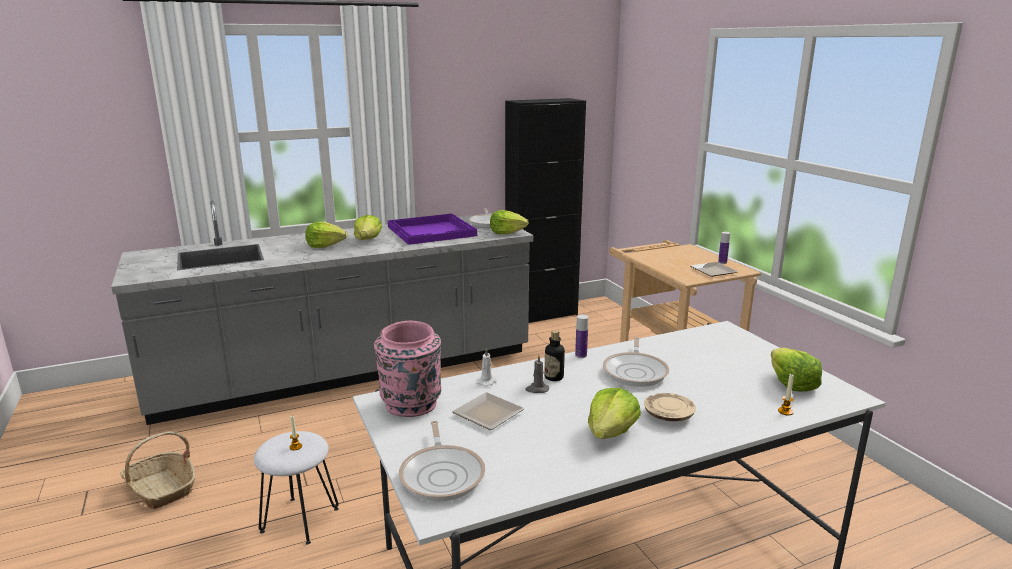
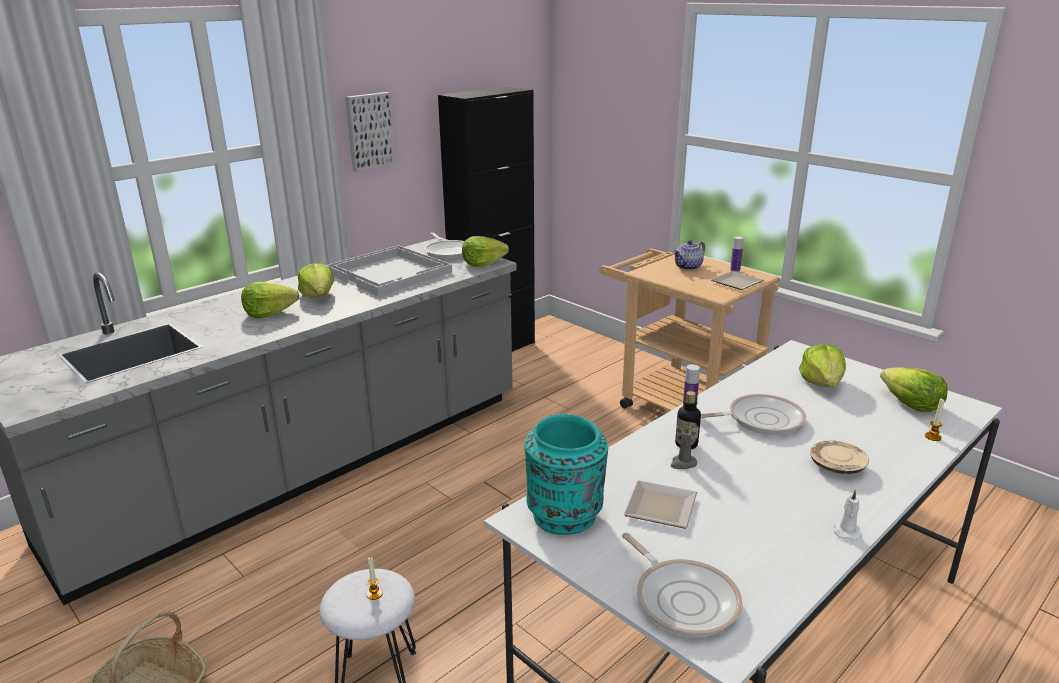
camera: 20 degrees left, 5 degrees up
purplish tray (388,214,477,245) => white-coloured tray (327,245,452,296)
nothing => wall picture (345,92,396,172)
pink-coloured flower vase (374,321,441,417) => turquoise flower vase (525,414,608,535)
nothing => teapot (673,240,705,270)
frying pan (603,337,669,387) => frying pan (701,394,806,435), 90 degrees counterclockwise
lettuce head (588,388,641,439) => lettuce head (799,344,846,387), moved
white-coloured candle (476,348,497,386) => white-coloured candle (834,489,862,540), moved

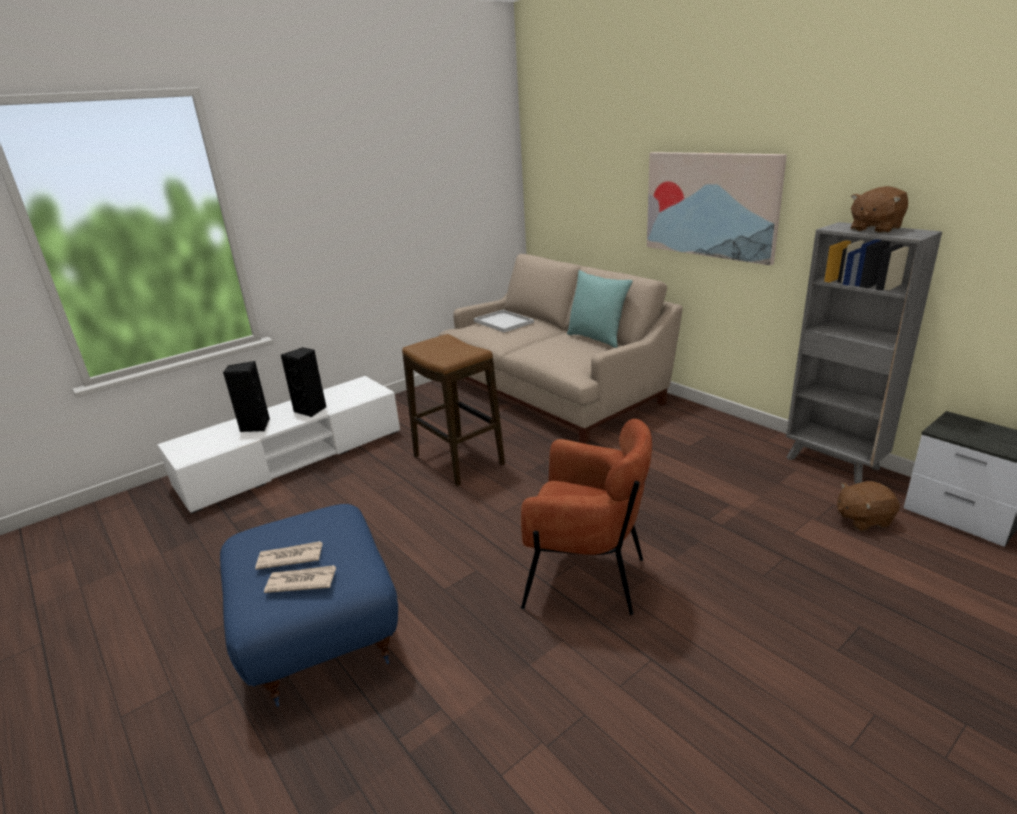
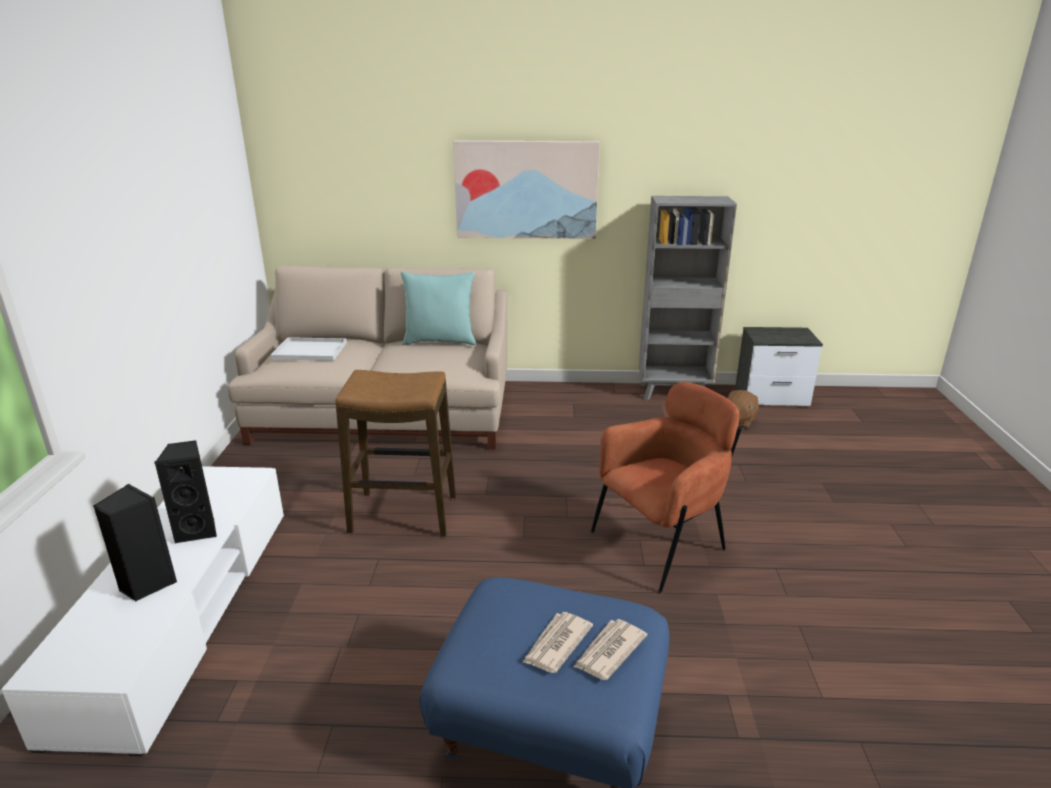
camera: 50 degrees left, 0 degrees up
brown-coloured plush toy (851,186,908,234) => nothing

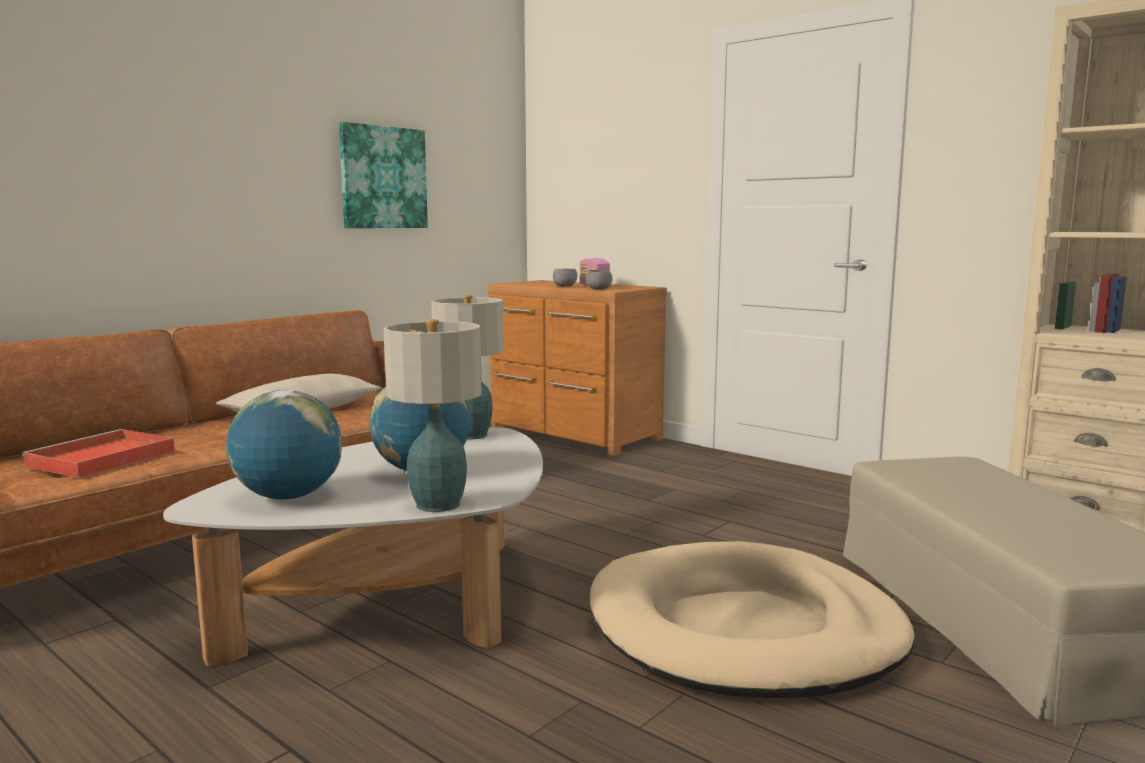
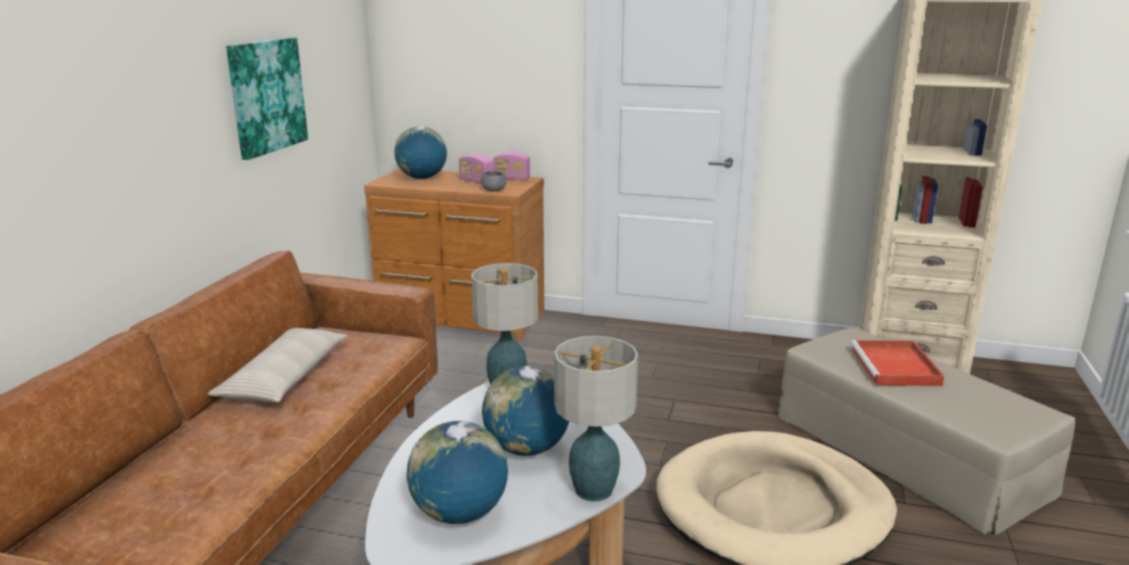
camera: 25 degrees left, 10 degrees up
nothing => world globe (394,126,447,179)
nothing => radio (493,152,530,181)
red-coloured tray (22,429,175,478) => red-coloured tray (850,340,945,386), moved
gray bowl (553,269,577,287) => nothing

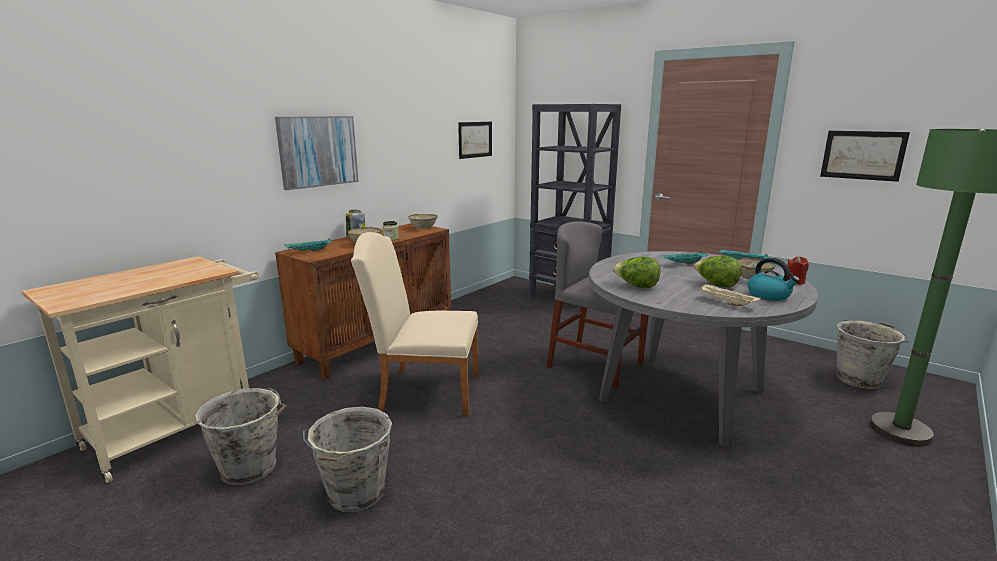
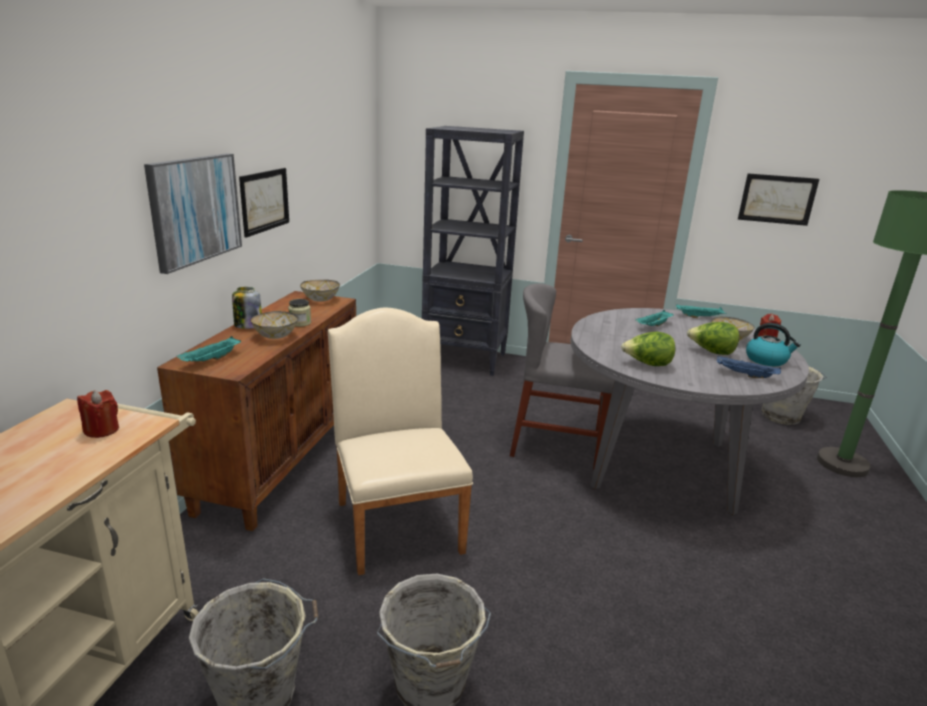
camera: 25 degrees left, 5 degrees up
nothing => red-coloured candle (77,390,119,438)
wall picture (458,122,492,159) => wall picture (239,168,289,238), moved
sand-coloured plain chair (351,232,479,416) => sand-coloured plain chair (328,308,473,575), 90 degrees clockwise
sand-coloured tray (699,284,761,306) => bluish tray (717,355,781,378)

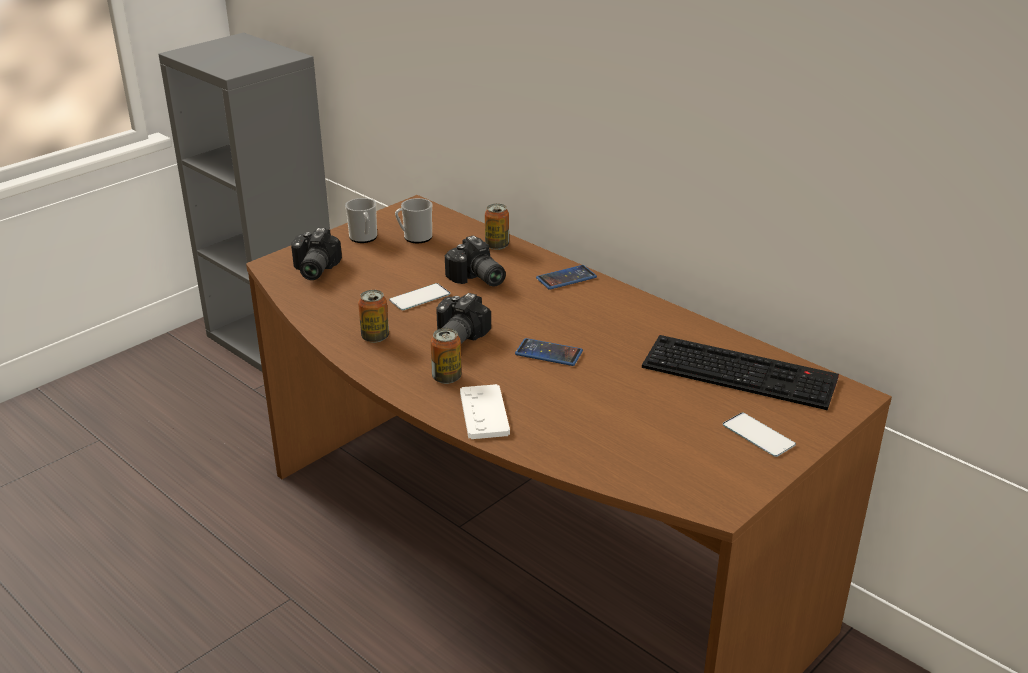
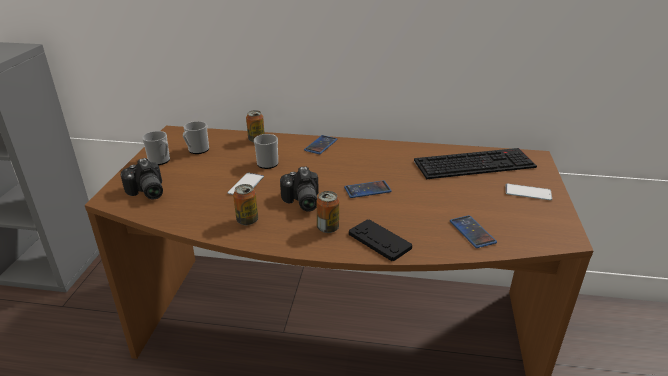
camera: 35 degrees left, 0 degrees up
still camera (445,236,506,286) => coffee mug (254,134,278,169)
white-coloured game controller (460,384,510,439) => black game controller (349,219,412,261)
nothing => telephone (450,215,497,248)

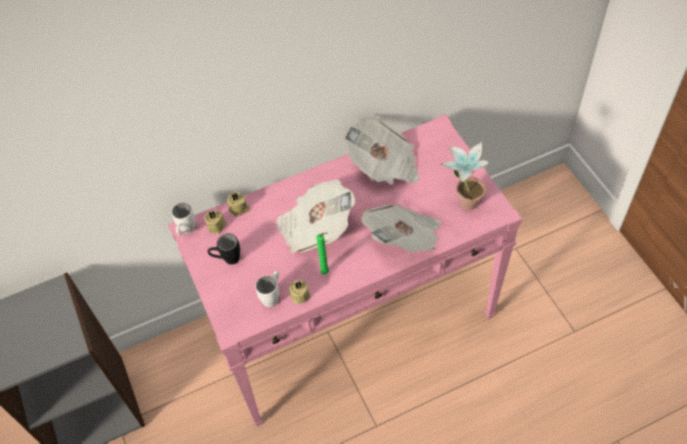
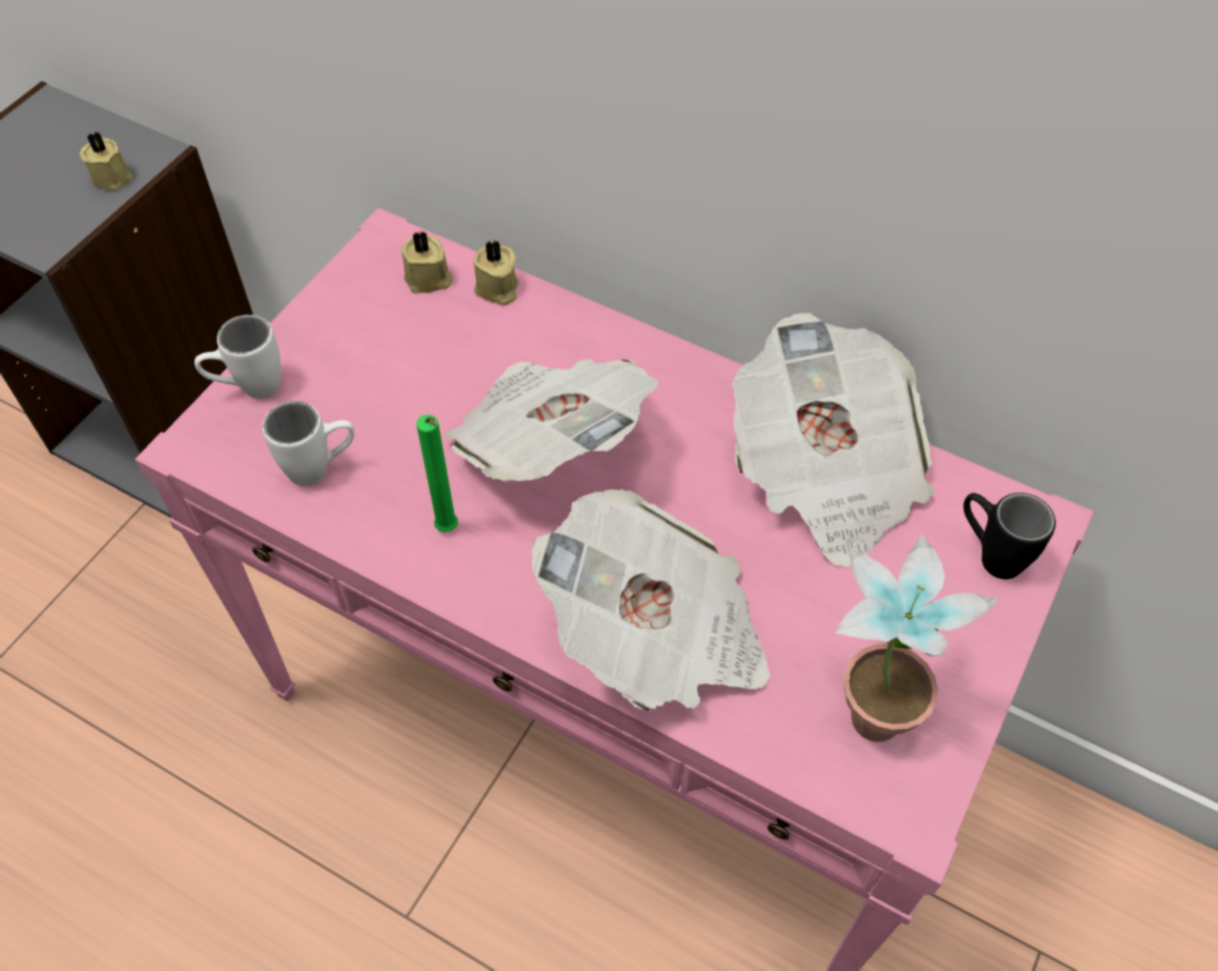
camera: 50 degrees right, 0 degrees up
sand-coloured candle (289,280,310,304) => sand-coloured candle (80,132,133,190), moved
white-coloured coffee mug (172,203,195,235) => white-coloured coffee mug (194,315,281,399), moved
black coffee mug (207,234,240,265) => black coffee mug (963,493,1056,579), moved

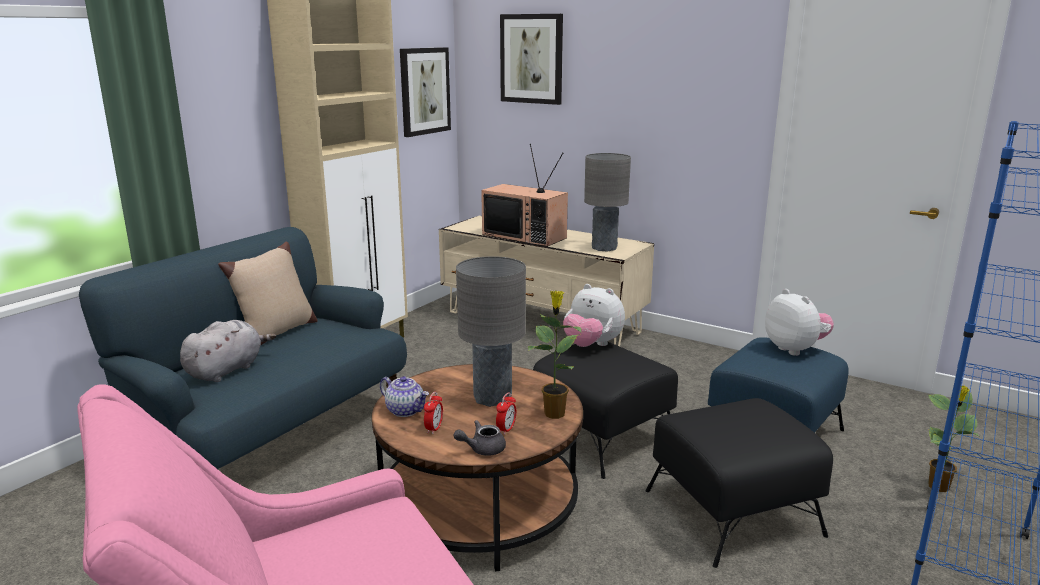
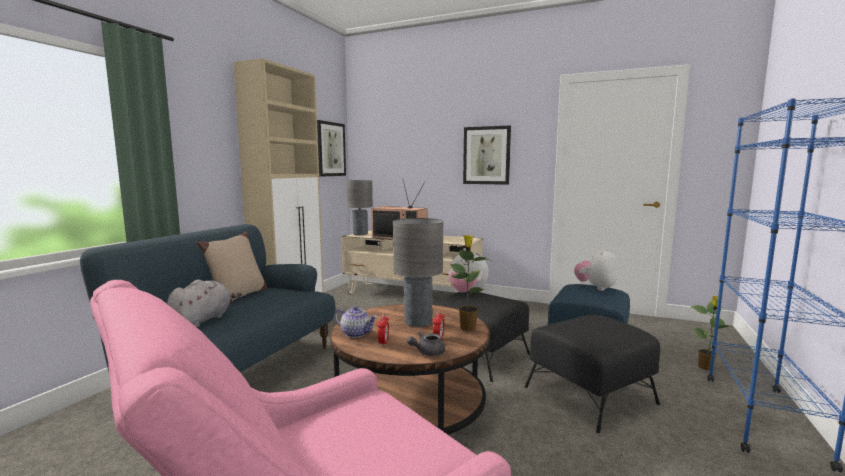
camera: 10 degrees left, 10 degrees down
gray table lamp (584,153,631,252) => gray table lamp (346,180,373,235), moved
wall picture (500,14,563,105) => wall picture (463,126,511,185), moved
plush toy (765,289,834,356) => plush toy (574,248,618,291), 105 degrees counterclockwise

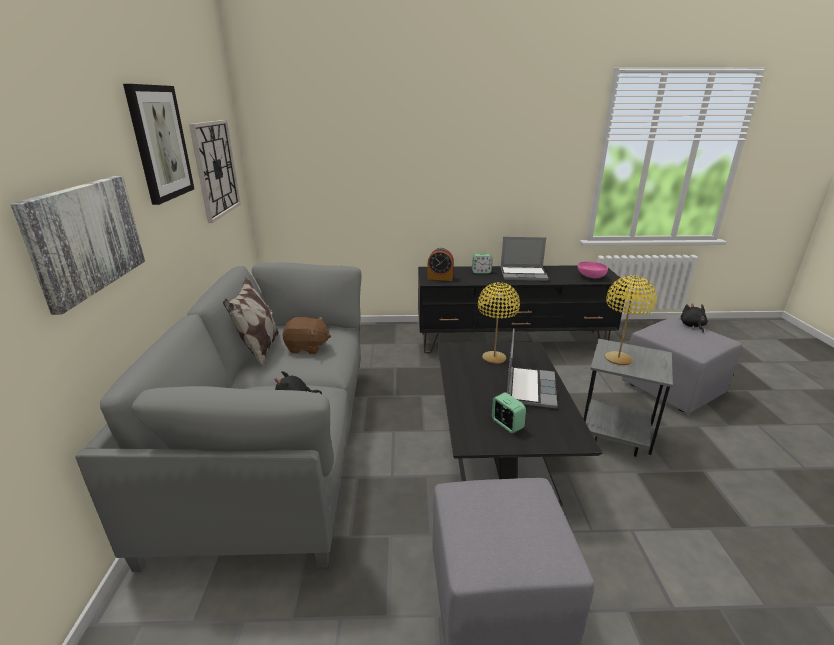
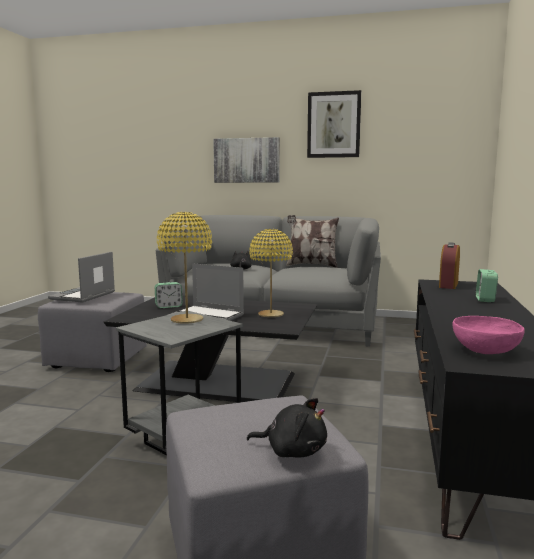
camera: 105 degrees right, 15 degrees down
notebook computer (501,237,549,281) => notebook computer (48,252,115,303), moved
hanging clock (189,120,241,223) => nothing
brown-coloured plush toy (282,317,331,354) => nothing

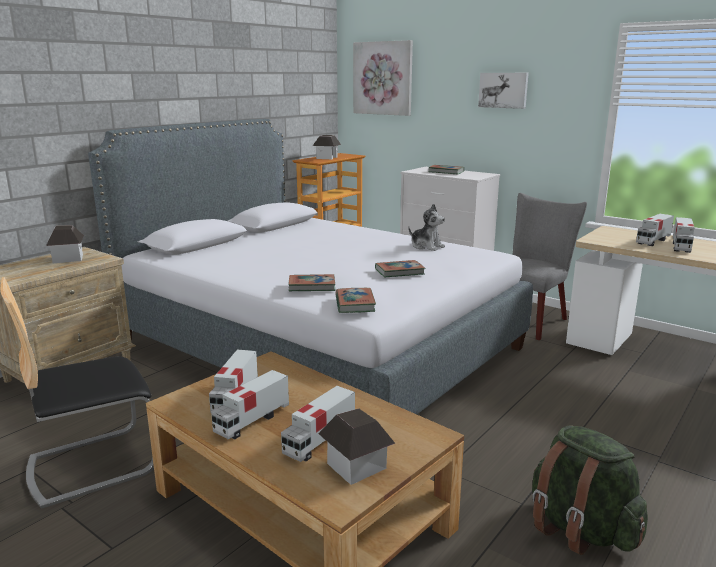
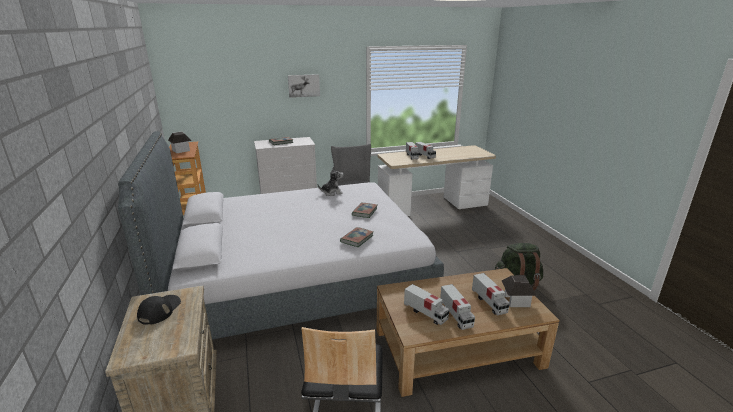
camera: 55 degrees left, 5 degrees up
toy house (46,225,84,263) => black cap (137,295,181,325)
book (335,288,376,313) => nothing
wall picture (353,40,413,116) => nothing

